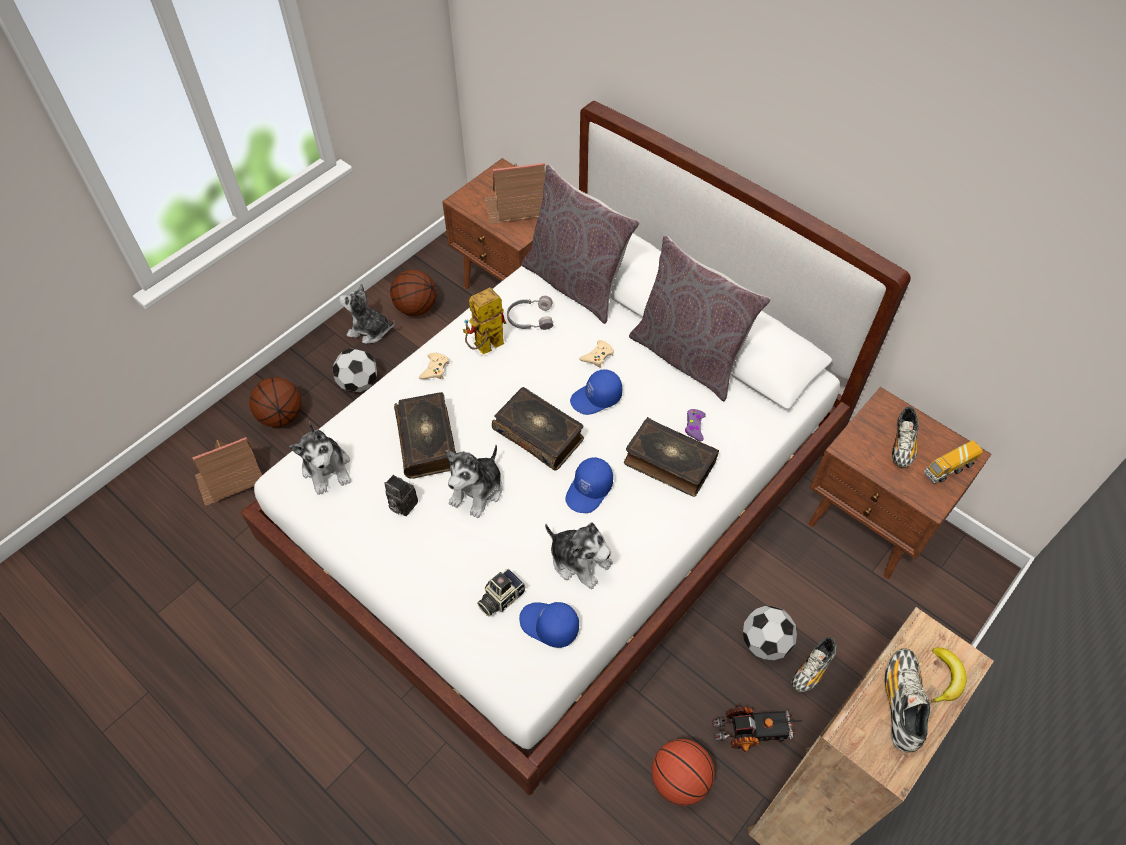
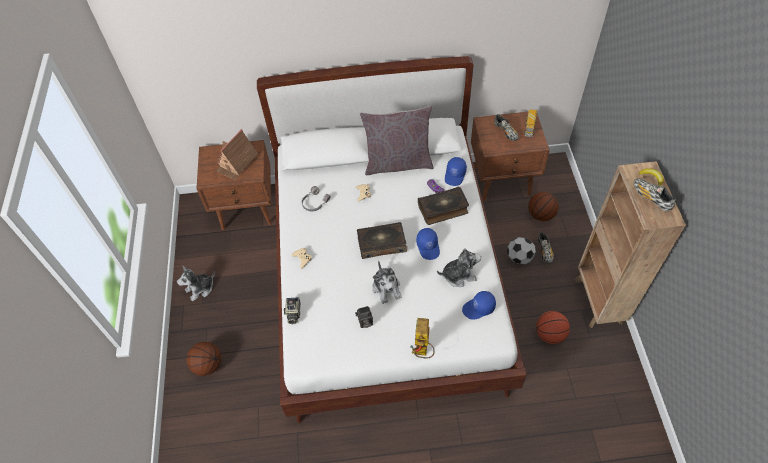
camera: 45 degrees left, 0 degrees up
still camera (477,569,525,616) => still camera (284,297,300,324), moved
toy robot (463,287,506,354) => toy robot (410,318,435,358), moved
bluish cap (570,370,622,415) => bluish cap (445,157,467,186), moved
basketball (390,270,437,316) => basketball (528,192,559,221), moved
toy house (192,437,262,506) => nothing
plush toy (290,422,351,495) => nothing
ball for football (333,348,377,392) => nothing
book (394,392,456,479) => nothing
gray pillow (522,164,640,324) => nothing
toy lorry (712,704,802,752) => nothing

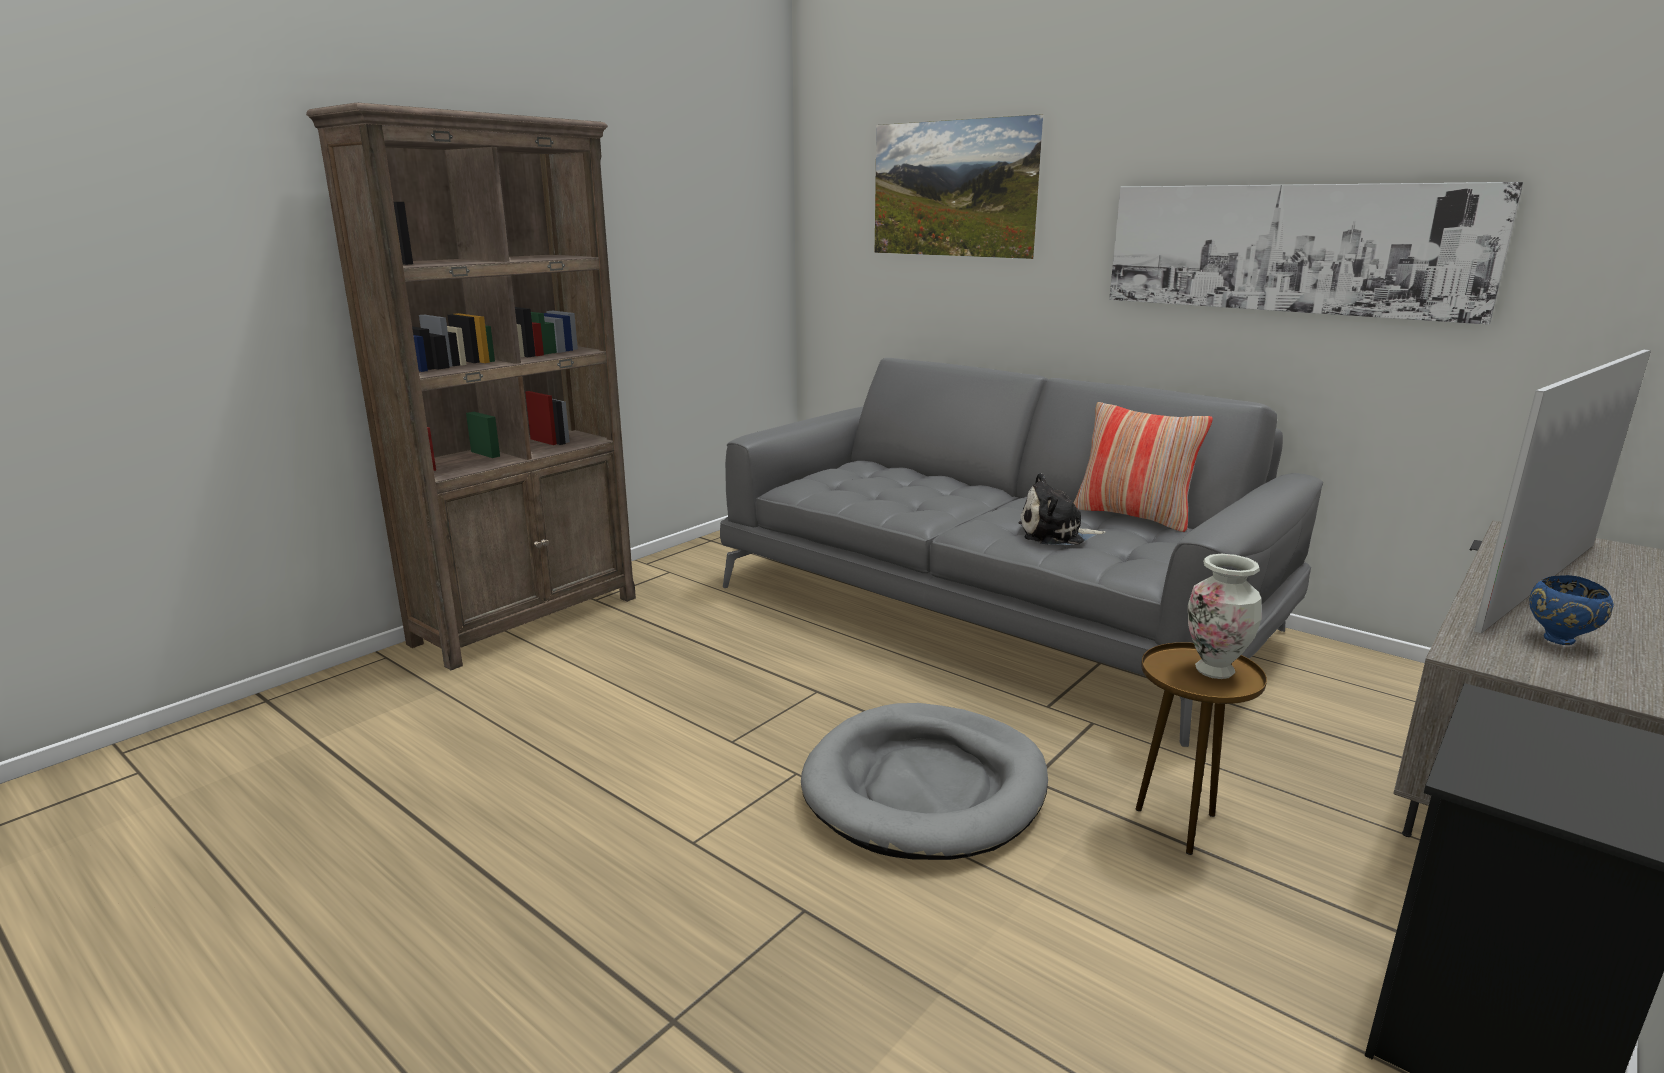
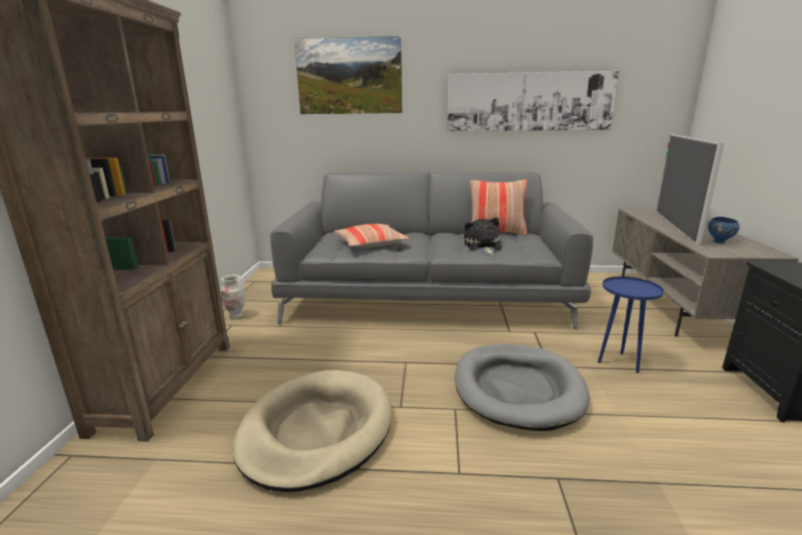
camera: 35 degrees left, 0 degrees up
flower vase (1188,554,1262,679) => flower vase (221,275,246,319), moved
nothing => sand-coloured dog bed (233,370,392,492)
nothing => pillow (334,224,409,248)
plush toy (1019,473,1106,545) => plush toy (464,217,502,255), 120 degrees clockwise
brown-coloured end table (1135,642,1267,855) => bluish end table (598,276,664,373)

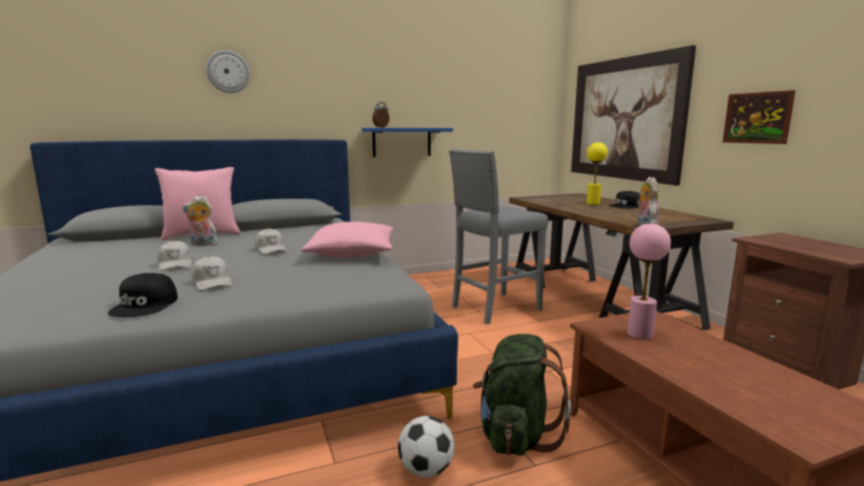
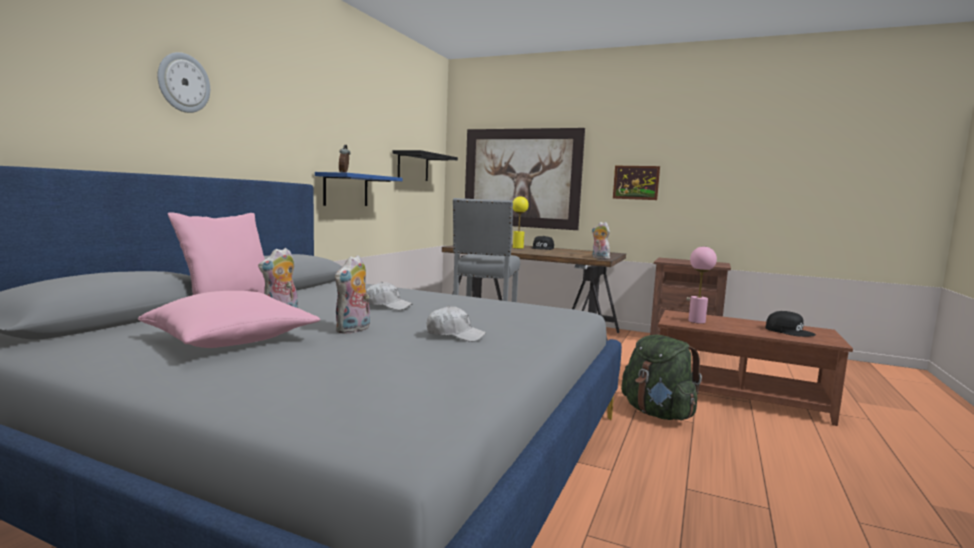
camera: 45 degrees left, 5 degrees down
pink-coloured pillow (302,222,394,258) => pink-coloured pillow (138,291,320,348), moved
white-coloured cap (157,240,193,271) => plush toy (335,255,370,334)
nothing => black wall shelf (393,150,458,181)
black cap (108,273,178,317) => black cap (766,311,816,337), moved
ball for football (398,416,455,477) => nothing

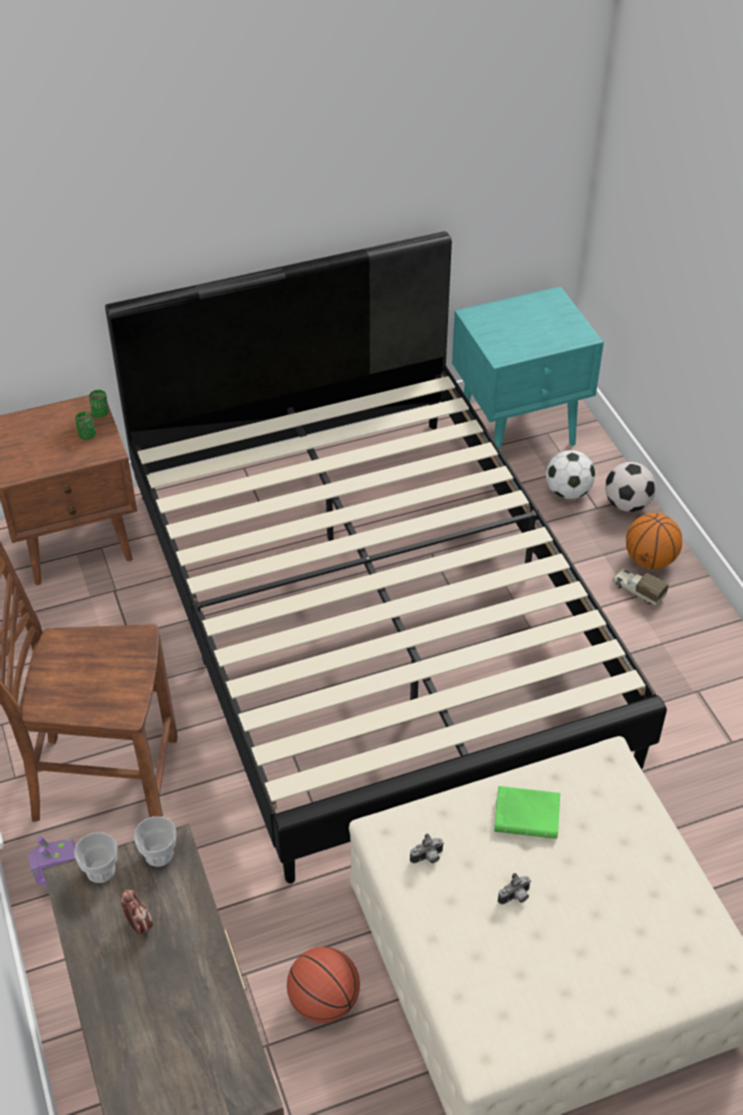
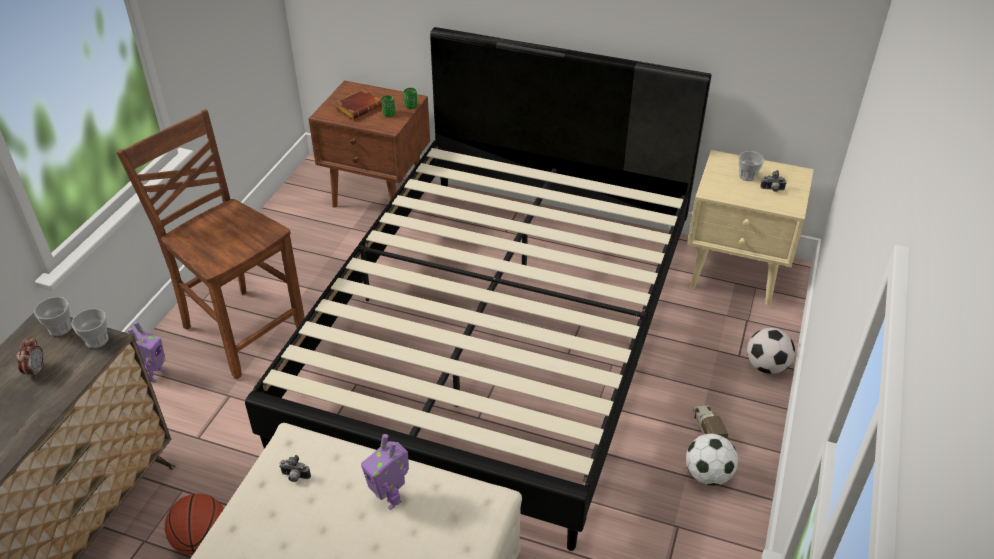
camera: 40 degrees right, 5 degrees down
nothing => brown-coloured book (335,89,382,120)
green book (494,786,560,839) => toy robot (361,434,409,510)
ball for football (546,450,595,499) => ball for football (686,434,738,486), moved
turquoise night table (452,286,604,451) => sand-coloured night table (687,150,814,306)
nothing => cup (738,151,764,181)
still camera (498,873,531,905) => still camera (760,170,787,192), moved
basketball (626,513,682,569) => nothing

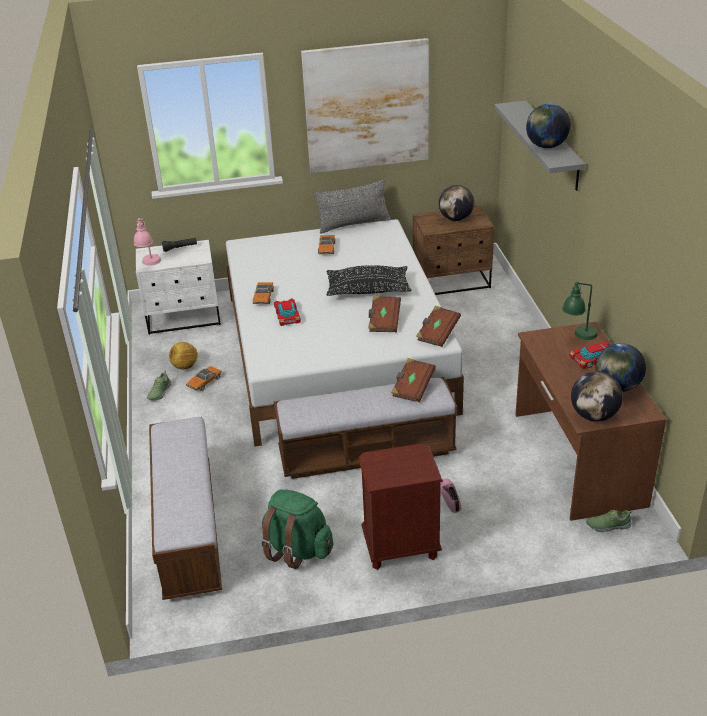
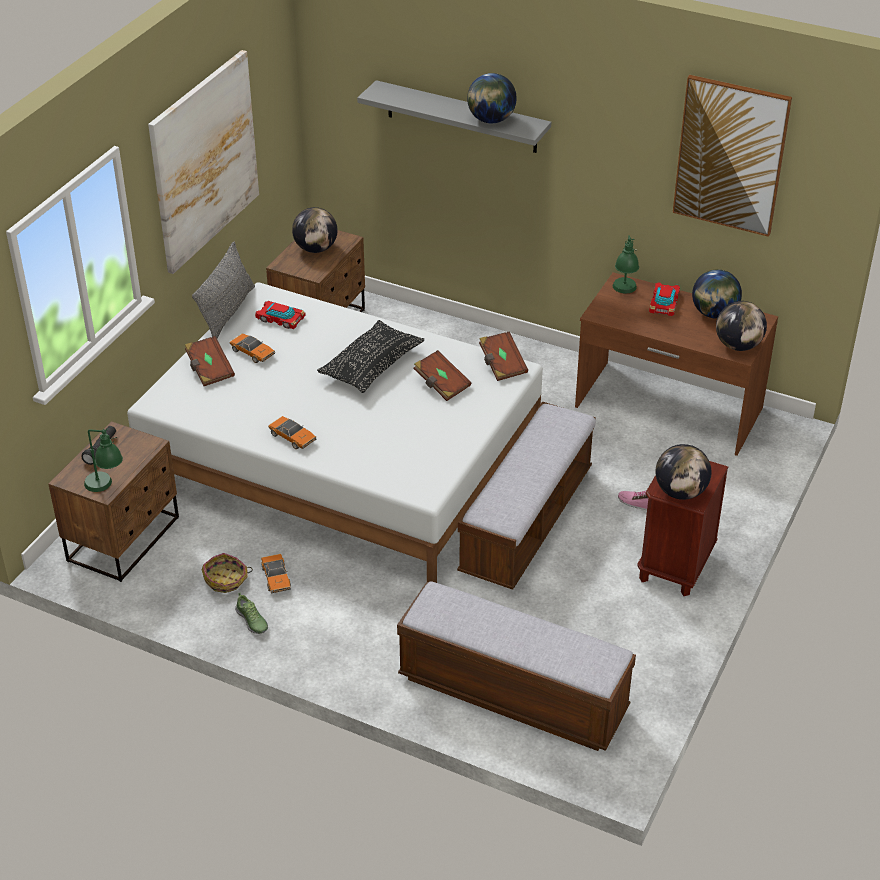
camera: 55 degrees left, 5 degrees up
white-coloured night table (136,240,221,335) => brown-coloured night table (49,421,179,582)
pink-coloured table lamp (134,218,161,266) => green table lamp (84,428,123,492)
brown-coloured book (391,358,436,402) => brown-coloured book (185,336,235,386), moved
ball for football (169,342,198,370) => basket (202,553,253,593)
toy car (274,298,301,326) => toy car (255,301,306,329), moved
nothing => world globe (655,444,711,500)
nothing => wall picture (673,75,792,237)
green rucksack (261,490,333,569) => nothing
shoe (586,510,632,532) => nothing

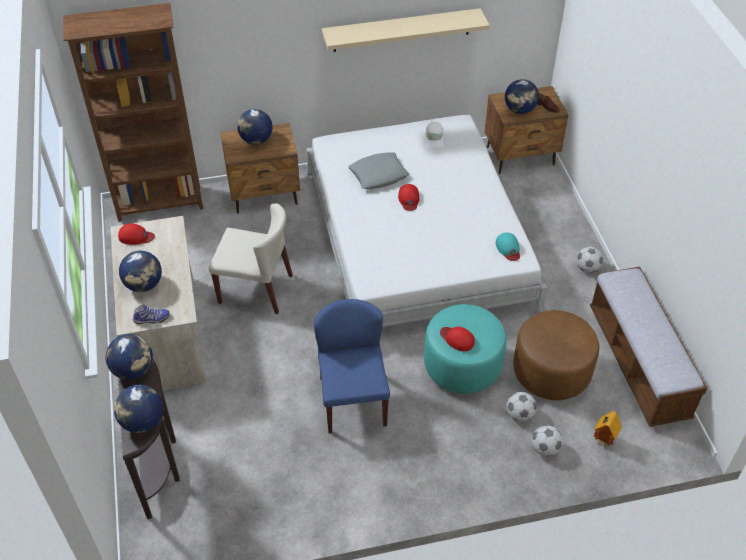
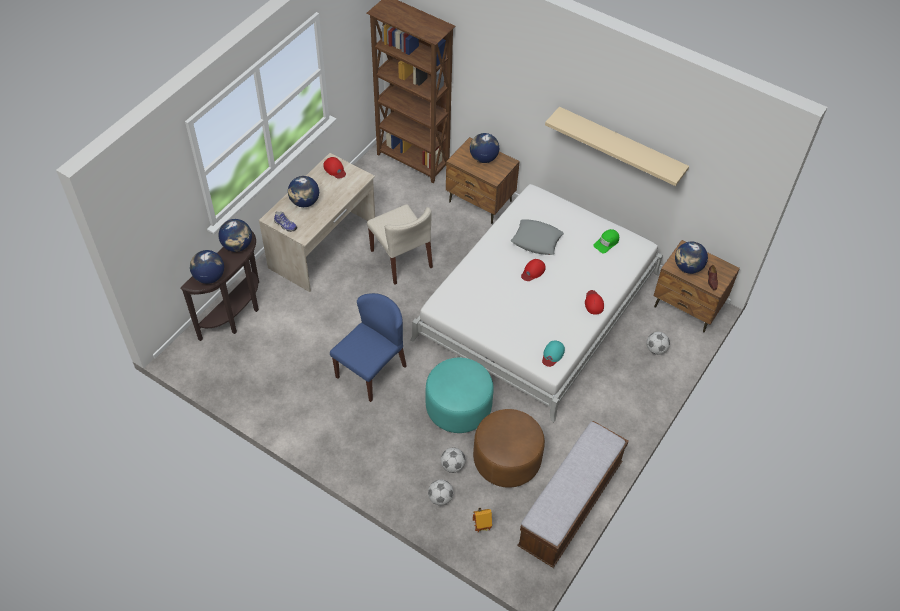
camera: 45 degrees right, 5 degrees up
red-coloured cap (440,327,475,351) => red-coloured cap (585,290,604,315), moved
white-coloured cap (425,122,444,148) => green cap (593,229,619,254)
ball for football (576,247,603,273) => ball for football (646,332,670,355), moved

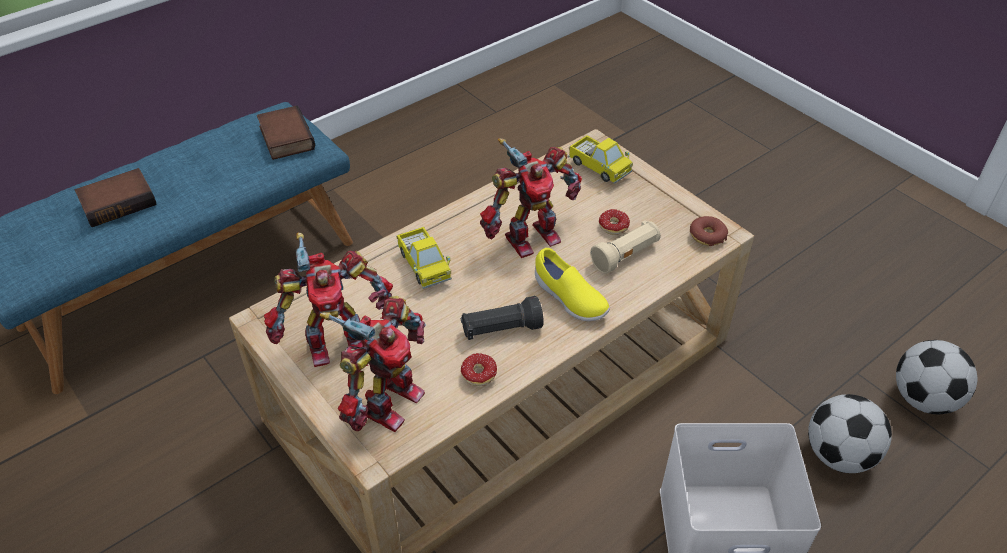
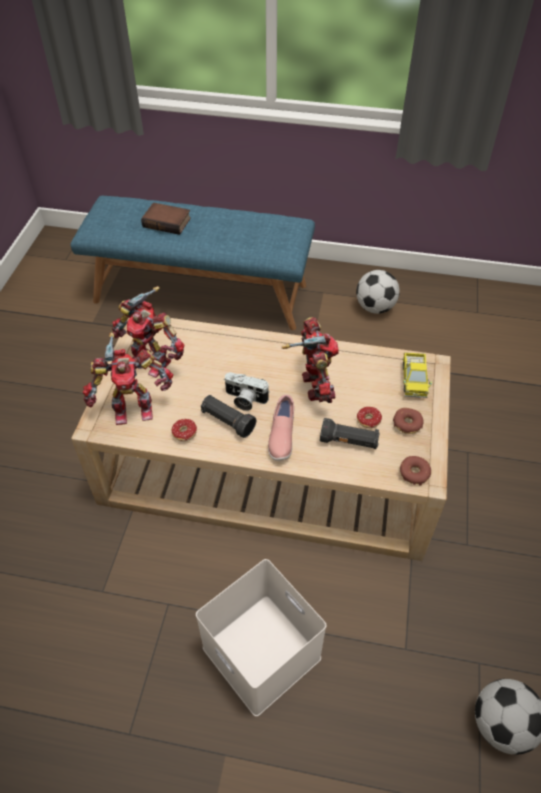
camera: 50 degrees right, 5 degrees up
nothing => still camera (224,372,270,411)
yellow-coloured shoe (535,248,610,321) => pink-coloured shoe (268,395,294,461)
toy robot (480,138,582,258) => toy robot (282,317,339,403), 120 degrees counterclockwise
sand-coloured flashlight (590,220,661,274) => black flashlight (320,418,380,449)
ball for football (808,394,892,473) => ball for football (356,270,400,314), moved
nothing => donut (393,408,424,434)
book (257,105,315,160) => nothing
toy lorry (396,227,452,289) => nothing

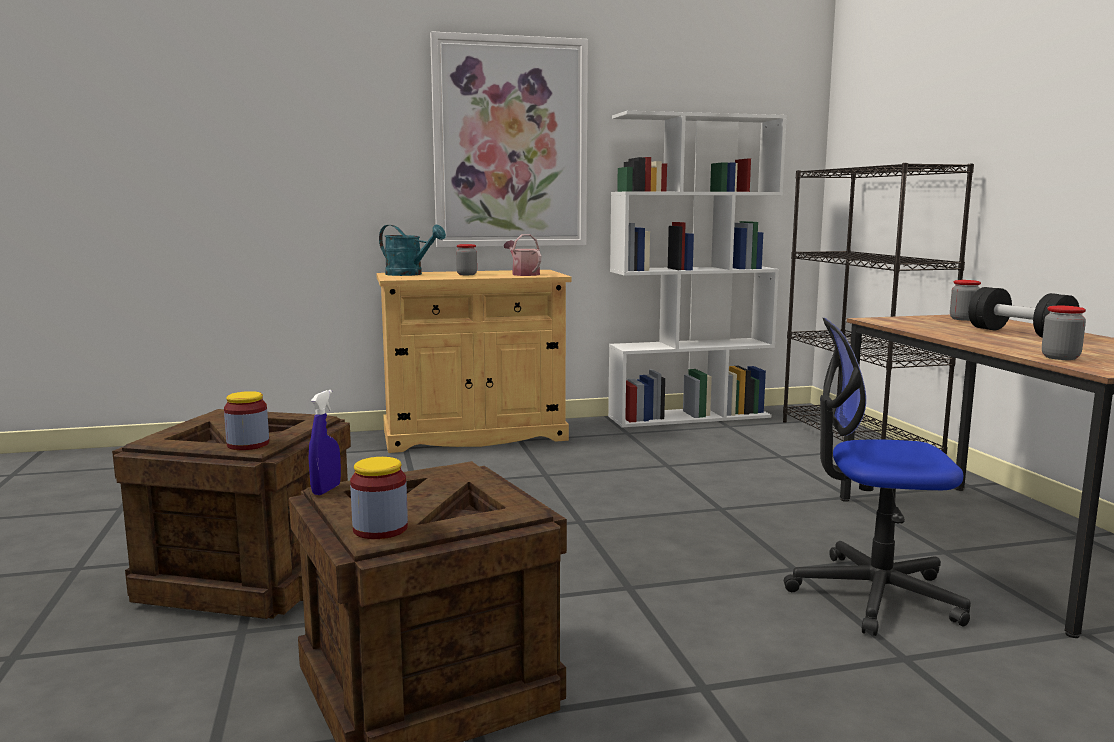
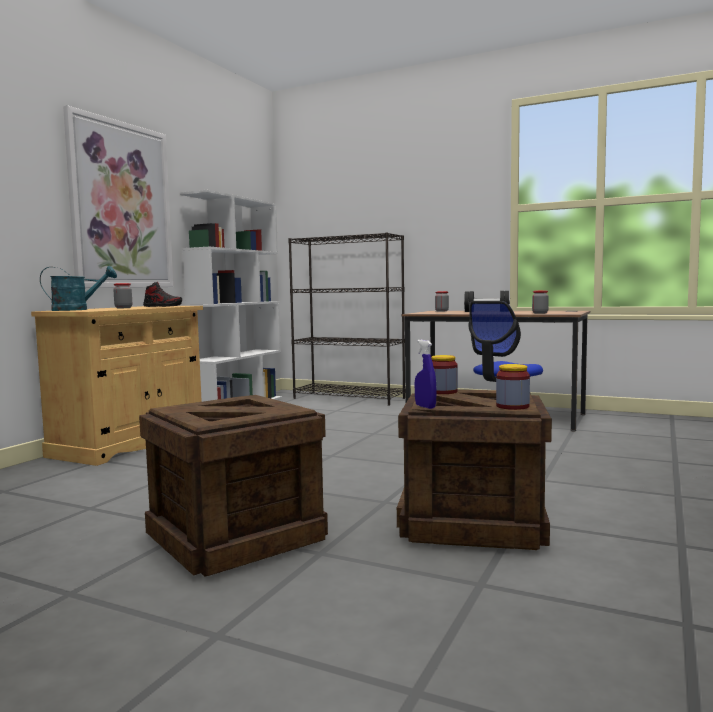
camera: 50 degrees left, 5 degrees down
watering can (504,234,541,276) => shoe (143,282,182,307)
jar (224,391,269,450) => jar (431,355,458,394), moved

